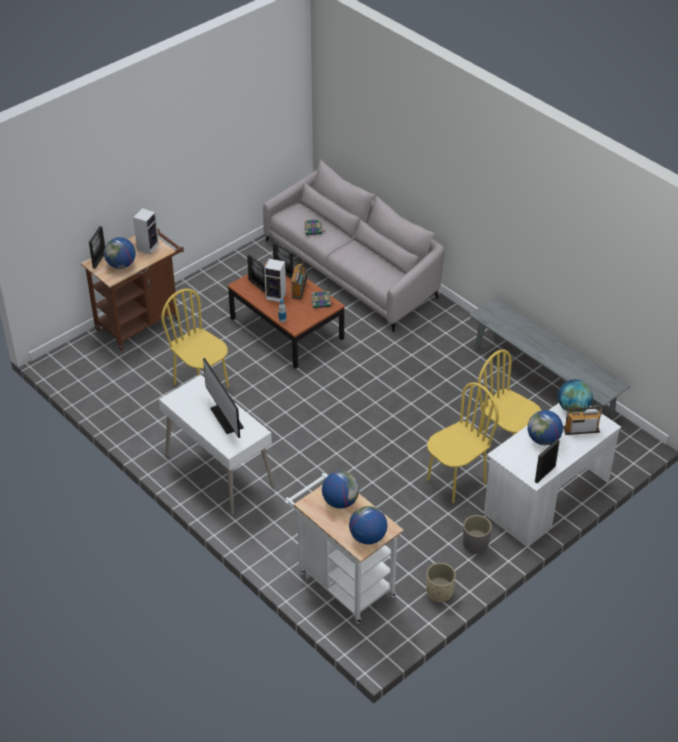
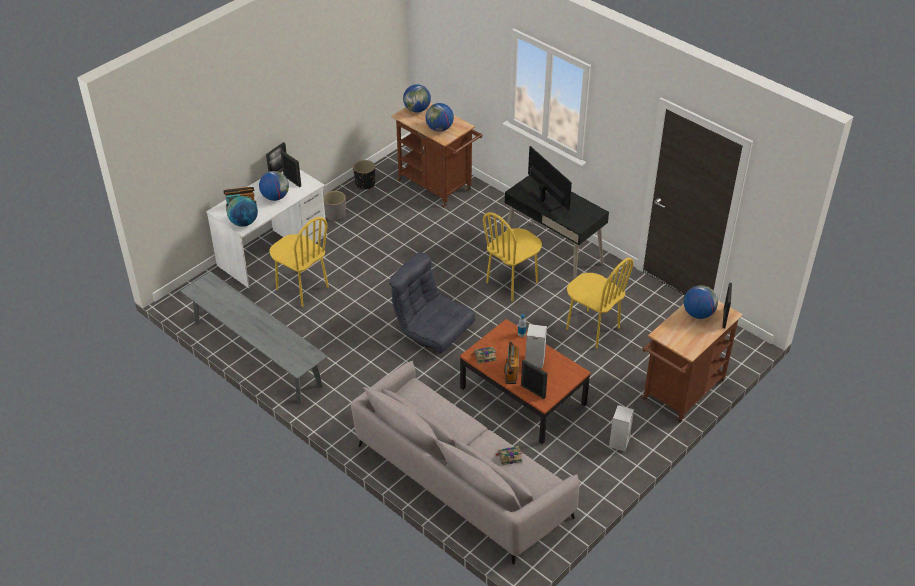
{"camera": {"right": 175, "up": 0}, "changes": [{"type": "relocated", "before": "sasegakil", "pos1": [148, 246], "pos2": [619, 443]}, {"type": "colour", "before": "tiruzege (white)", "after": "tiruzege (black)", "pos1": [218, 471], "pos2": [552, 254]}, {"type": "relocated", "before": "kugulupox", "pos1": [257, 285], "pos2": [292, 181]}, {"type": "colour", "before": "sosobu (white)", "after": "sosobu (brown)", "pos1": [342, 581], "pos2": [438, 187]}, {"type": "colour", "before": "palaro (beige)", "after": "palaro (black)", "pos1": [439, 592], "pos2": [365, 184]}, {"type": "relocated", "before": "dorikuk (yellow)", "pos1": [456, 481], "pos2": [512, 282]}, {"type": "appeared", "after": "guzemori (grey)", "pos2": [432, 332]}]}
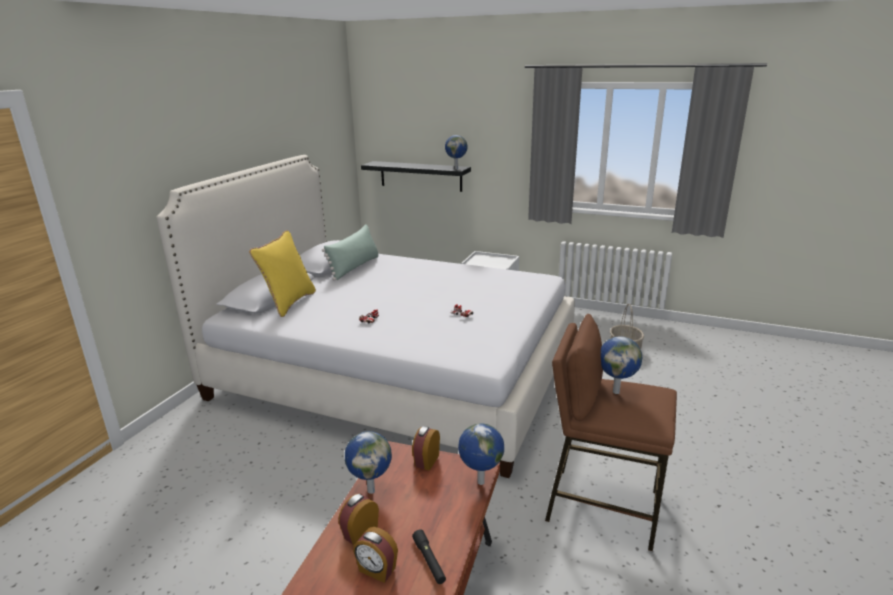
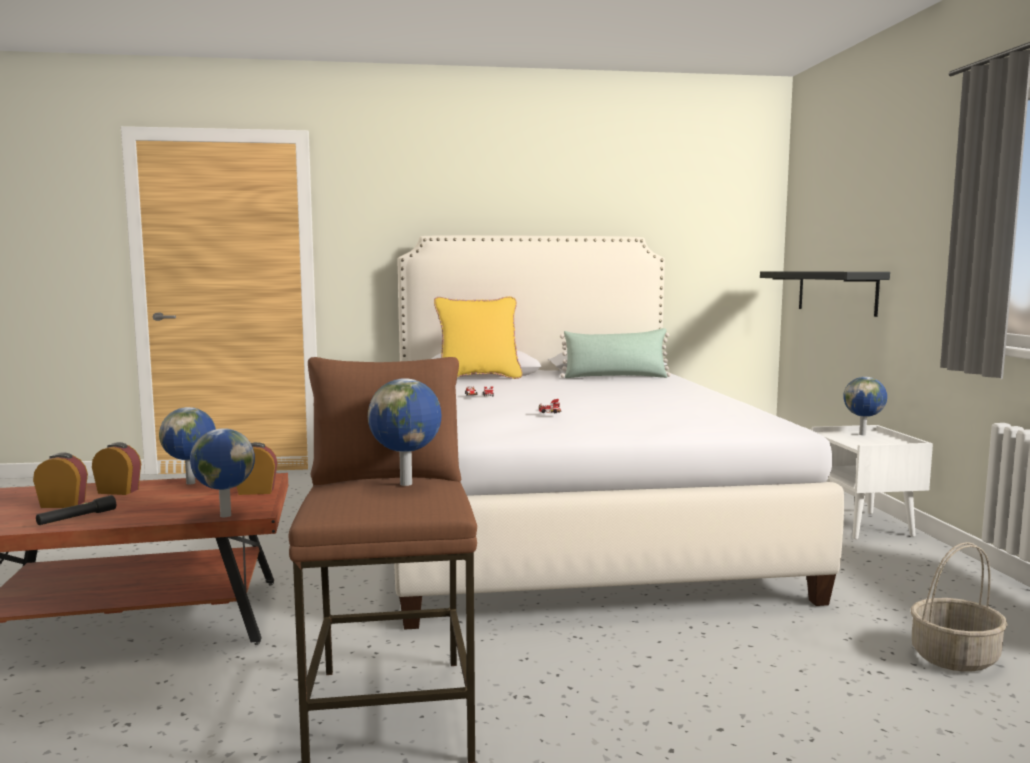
{"camera": {"right": 60, "up": -15}, "changes": [{"type": "spun", "before": "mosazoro", "pos1": [376, 570], "pos2": [63, 504], "turn": 90}, {"type": "relocated", "before": "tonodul", "pos1": [456, 168], "pos2": [863, 434]}]}
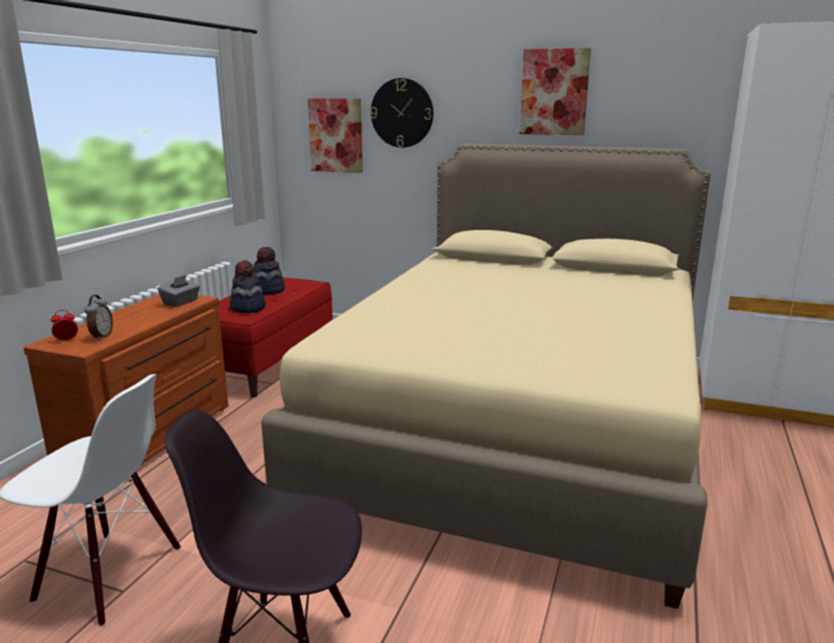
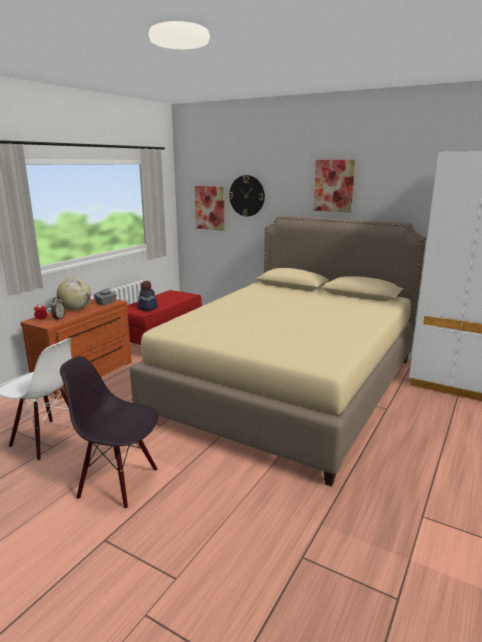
{"camera": {"right": 10, "up": 0}, "changes": [{"type": "missing", "before": "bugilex", "pos1": [267, 291]}, {"type": "appeared", "after": "tonodul", "pos2": [76, 309]}]}
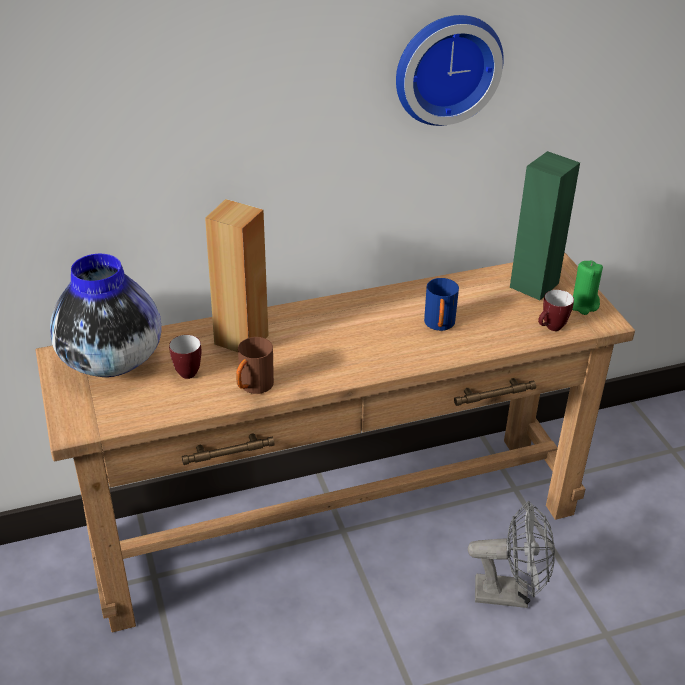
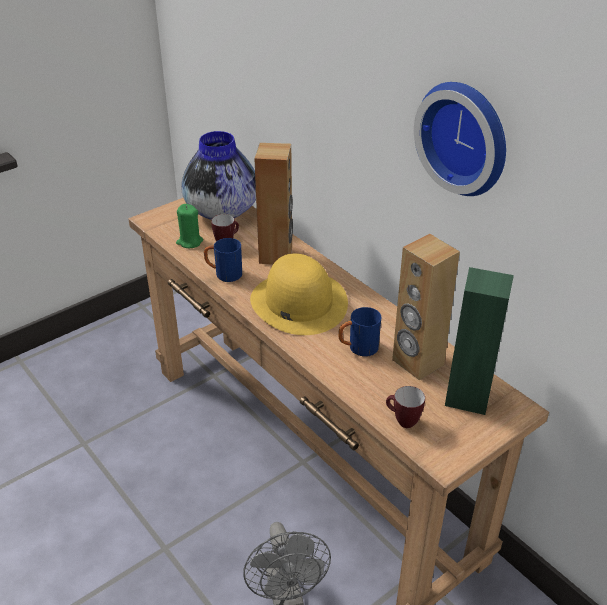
{"camera": {"right": 70, "up": 0}, "changes": [{"type": "colour", "before": "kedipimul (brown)", "after": "kedipimul (blue)", "pos1": [253, 388], "pos2": [224, 274]}, {"type": "relocated", "before": "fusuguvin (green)", "pos1": [583, 305], "pos2": [189, 242]}, {"type": "appeared", "after": "bugilex (yellow)", "pos2": [298, 302]}, {"type": "appeared", "after": "sasegakil (brown)", "pos2": [417, 363]}]}
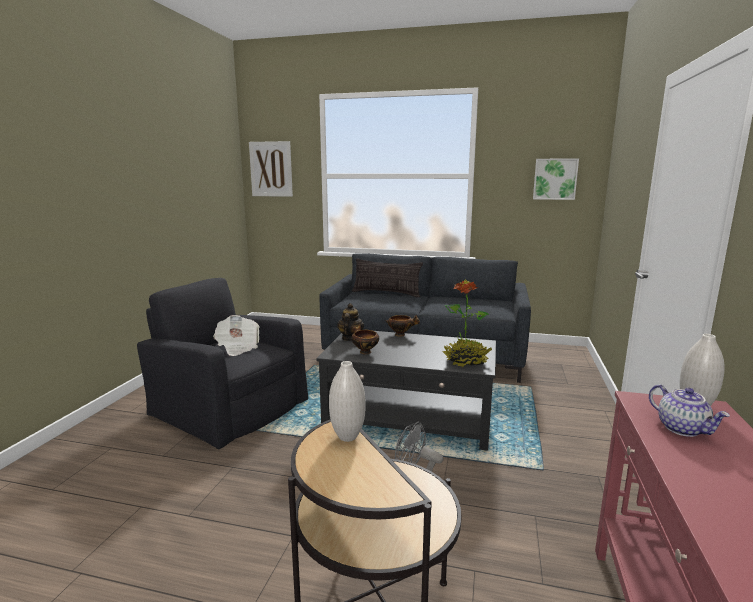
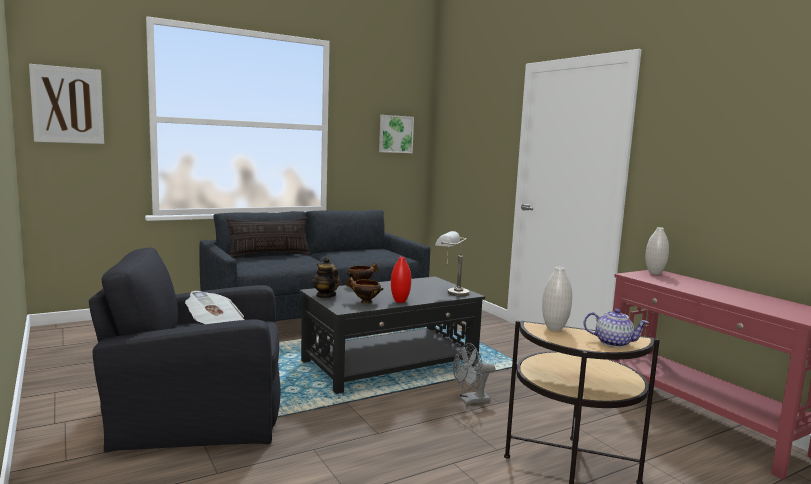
{"camera": {"right": -45, "up": -5}, "changes": [{"type": "exchanged", "before": "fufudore", "after": "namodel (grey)", "pos1": [466, 362], "pos2": [450, 292]}, {"type": "relocated", "before": "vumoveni", "pos1": [683, 429], "pos2": [613, 343]}, {"type": "appeared", "after": "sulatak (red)", "pos2": [400, 301]}]}
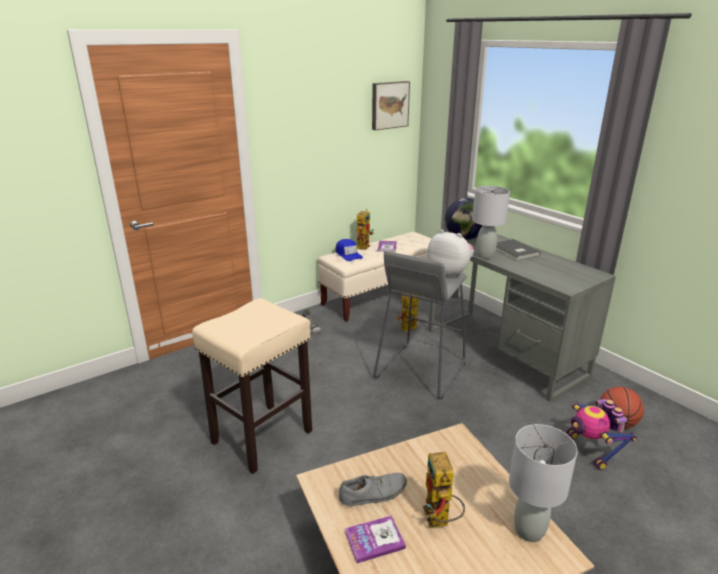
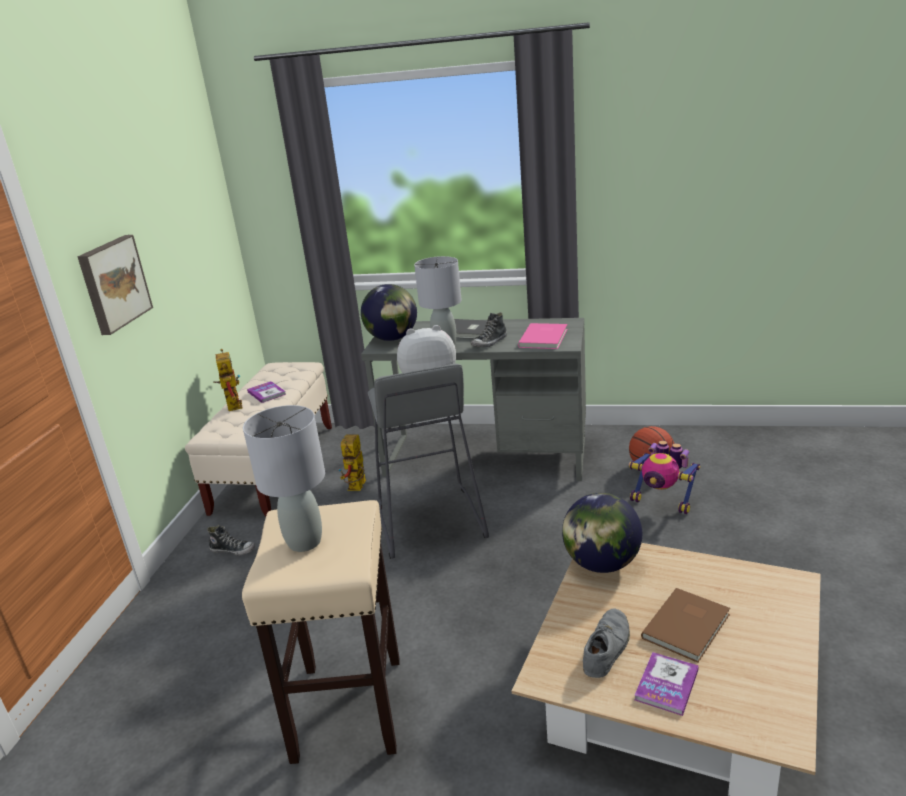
{"camera": {"right": -40, "up": 0}, "changes": [{"type": "missing", "before": "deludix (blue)", "pos1": [348, 254]}, {"type": "relocated", "before": "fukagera", "pos1": [389, 105], "pos2": [113, 283]}, {"type": "exchanged", "before": "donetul", "after": "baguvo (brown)", "pos1": [440, 521], "pos2": [688, 626]}, {"type": "relocated", "before": "namodel (grey)", "pos1": [528, 531], "pos2": [304, 542]}, {"type": "appeared", "after": "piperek", "pos2": [490, 342]}, {"type": "appeared", "after": "baguvo (pink)", "pos2": [545, 338]}, {"type": "appeared", "after": "tonodul", "pos2": [601, 564]}]}
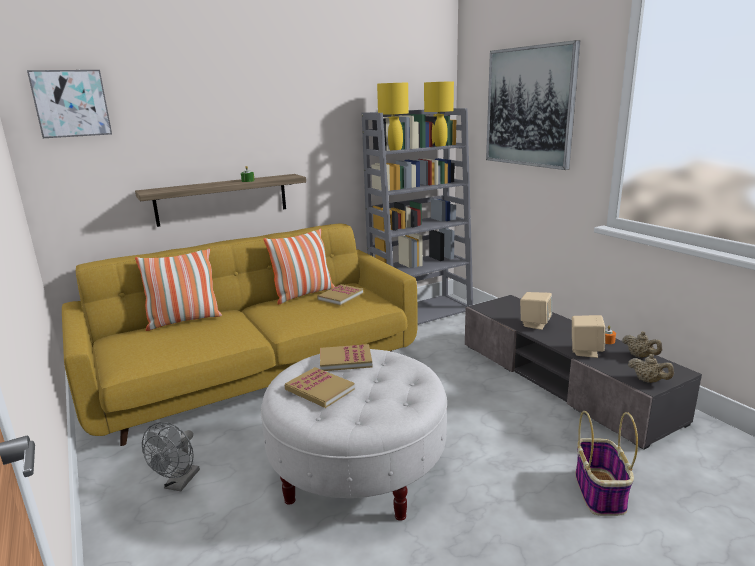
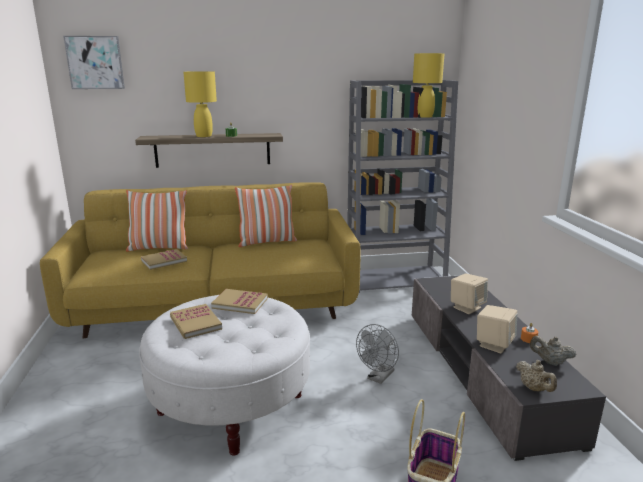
{"camera": {"right": 20, "up": 0}, "changes": [{"type": "relocated", "before": "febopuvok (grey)", "pos1": [179, 483], "pos2": [378, 377]}, {"type": "relocated", "before": "baguvo", "pos1": [340, 296], "pos2": [164, 261]}, {"type": "relocated", "before": "namodel (yellow)", "pos1": [394, 149], "pos2": [204, 136]}, {"type": "missing", "before": "fukagera", "pos1": [529, 107]}, {"type": "spun", "before": "vumoveni (beige)", "pos1": [640, 356], "pos2": [550, 362], "turn": 135}]}
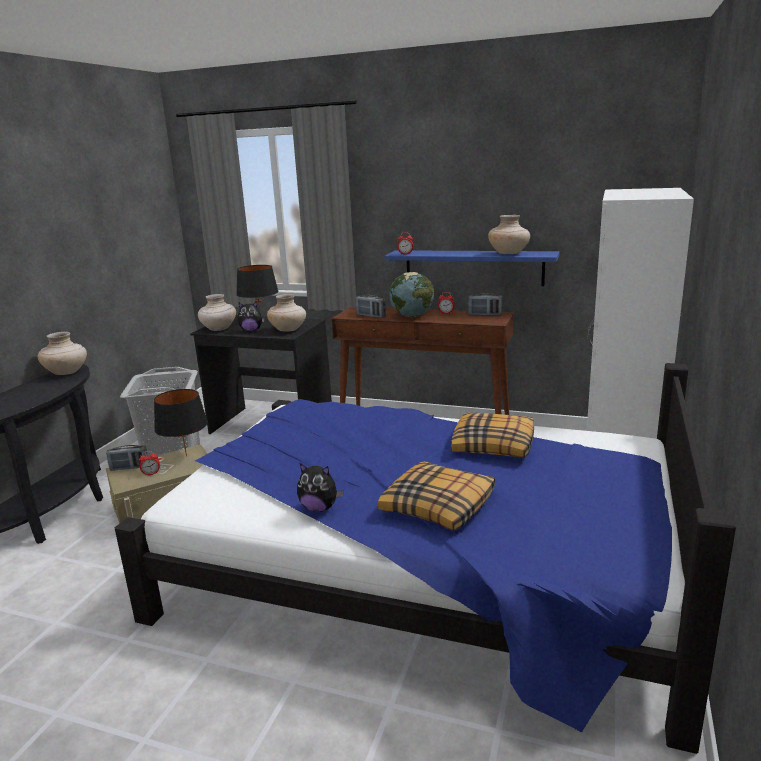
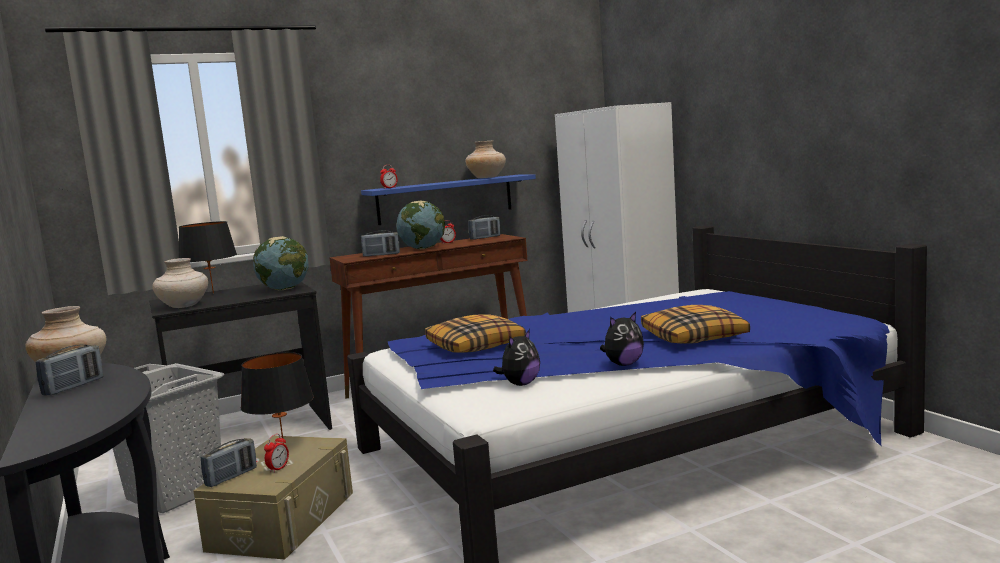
{"camera": {"right": -45, "up": -10}, "changes": [{"type": "relocated", "before": "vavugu", "pos1": [251, 330], "pos2": [520, 384]}, {"type": "exchanged", "before": "sulatak (beige)", "after": "tonodul", "pos1": [288, 330], "pos2": [284, 289]}, {"type": "relocated", "before": "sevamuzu", "pos1": [494, 445], "pos2": [476, 346]}, {"type": "appeared", "after": "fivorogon", "pos2": [73, 387]}]}
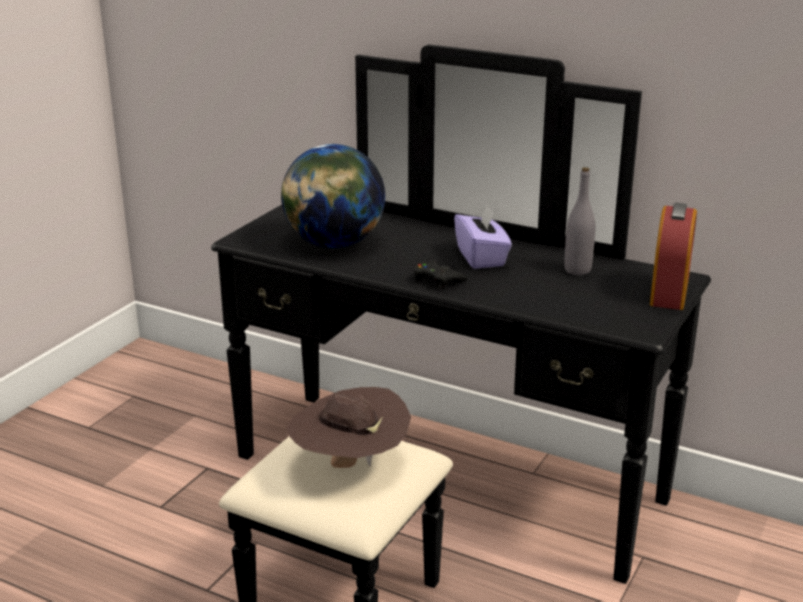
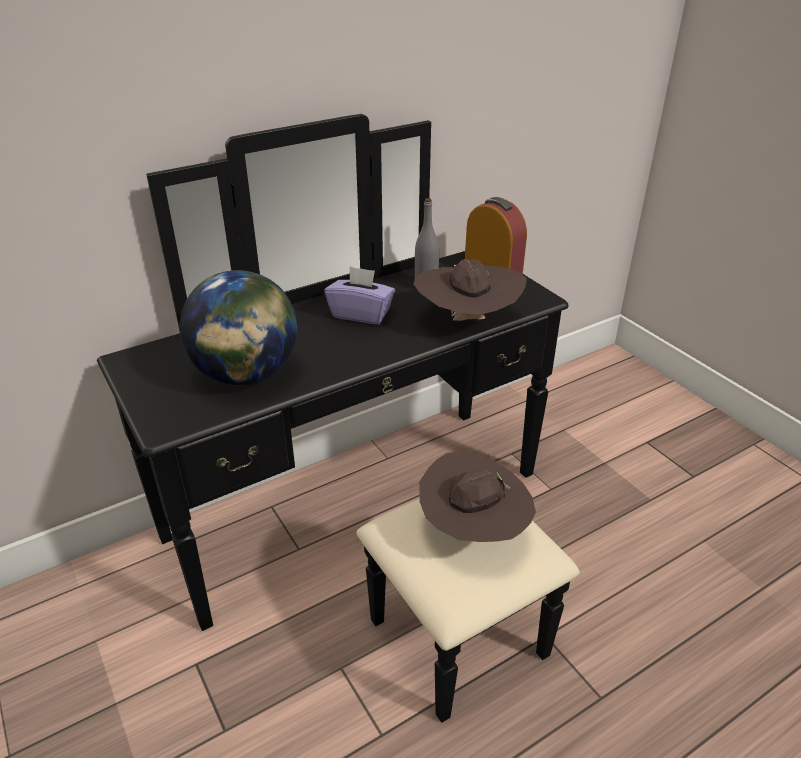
{"camera": {"right": -60, "up": 10}, "changes": [{"type": "missing", "before": "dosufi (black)", "pos1": [437, 280]}, {"type": "appeared", "after": "bugilex (brown)", "pos2": [467, 322]}]}
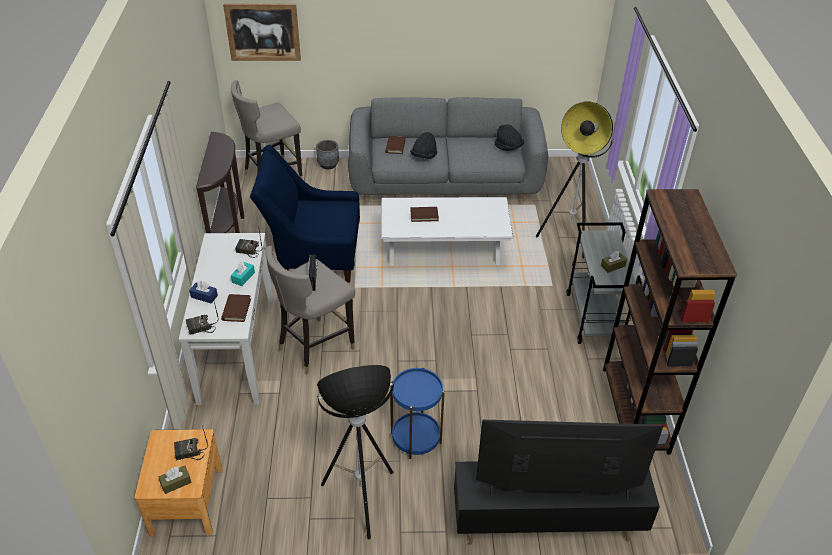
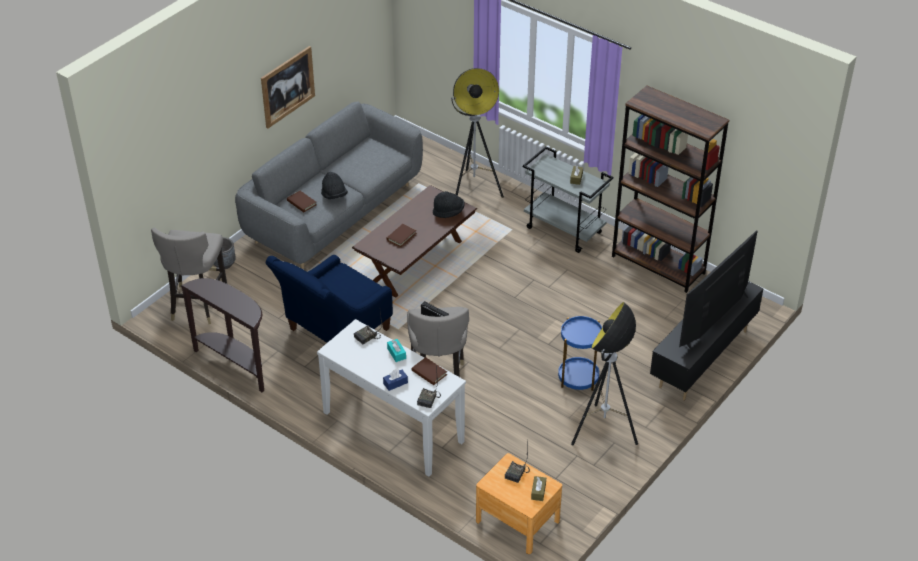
{"camera": {"right": -50, "up": 0}, "changes": [{"type": "relocated", "before": "fukagera", "pos1": [263, 32], "pos2": [287, 86]}, {"type": "colour", "before": "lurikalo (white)", "after": "lurikalo (brown)", "pos1": [444, 253], "pos2": [416, 262]}, {"type": "relocated", "before": "bugilex (black)", "pos1": [508, 147], "pos2": [448, 212]}]}
